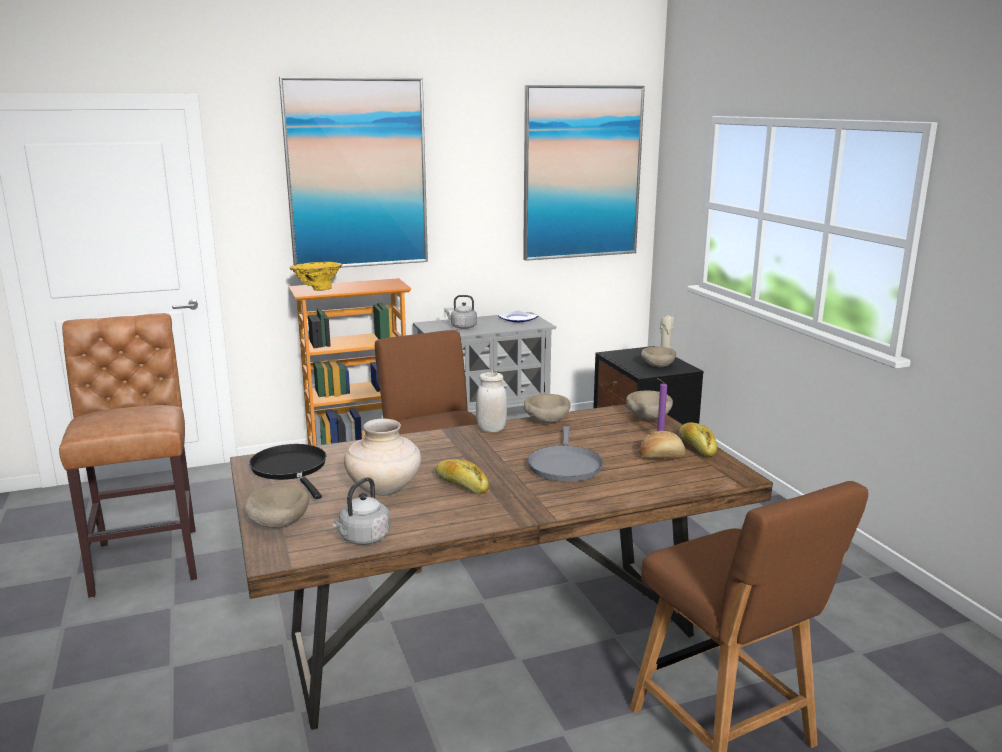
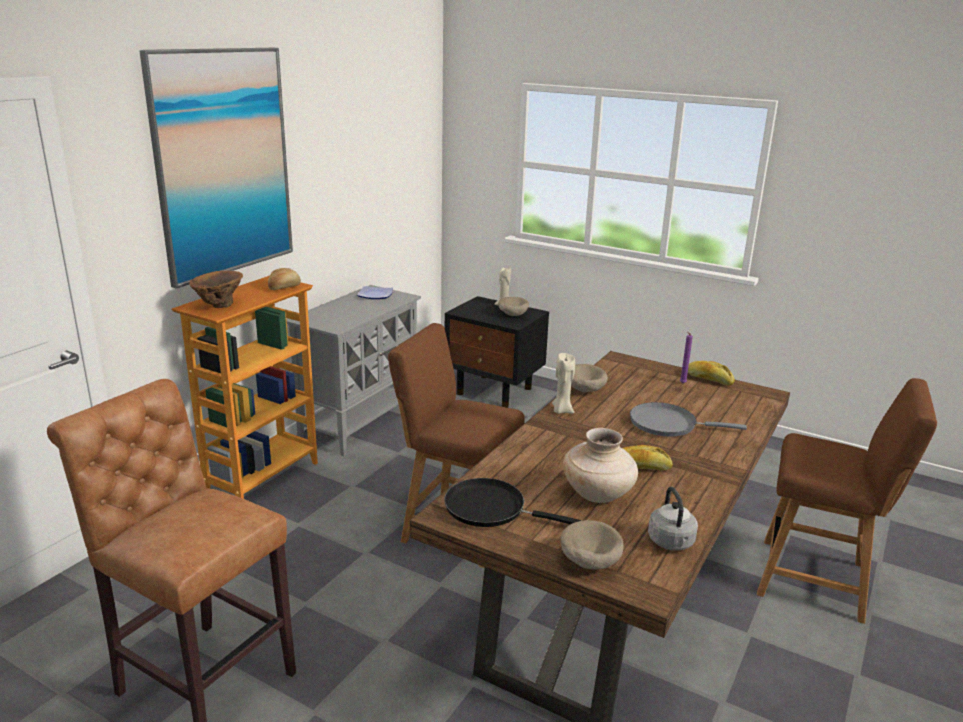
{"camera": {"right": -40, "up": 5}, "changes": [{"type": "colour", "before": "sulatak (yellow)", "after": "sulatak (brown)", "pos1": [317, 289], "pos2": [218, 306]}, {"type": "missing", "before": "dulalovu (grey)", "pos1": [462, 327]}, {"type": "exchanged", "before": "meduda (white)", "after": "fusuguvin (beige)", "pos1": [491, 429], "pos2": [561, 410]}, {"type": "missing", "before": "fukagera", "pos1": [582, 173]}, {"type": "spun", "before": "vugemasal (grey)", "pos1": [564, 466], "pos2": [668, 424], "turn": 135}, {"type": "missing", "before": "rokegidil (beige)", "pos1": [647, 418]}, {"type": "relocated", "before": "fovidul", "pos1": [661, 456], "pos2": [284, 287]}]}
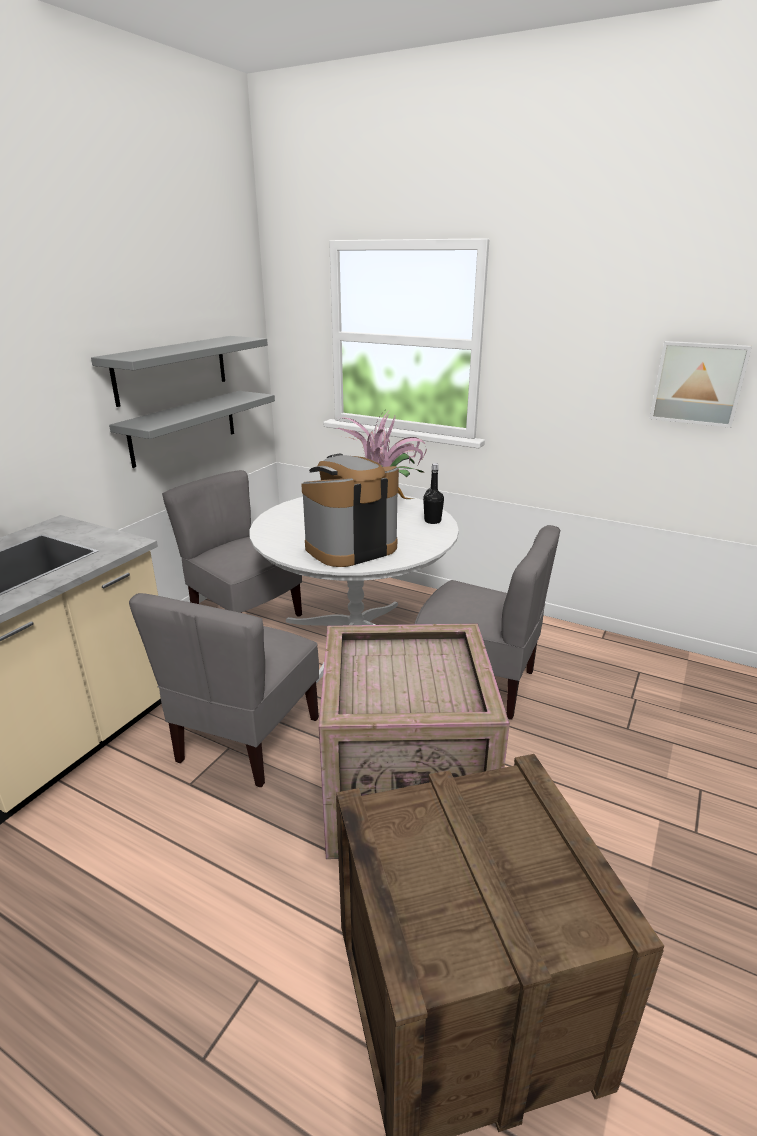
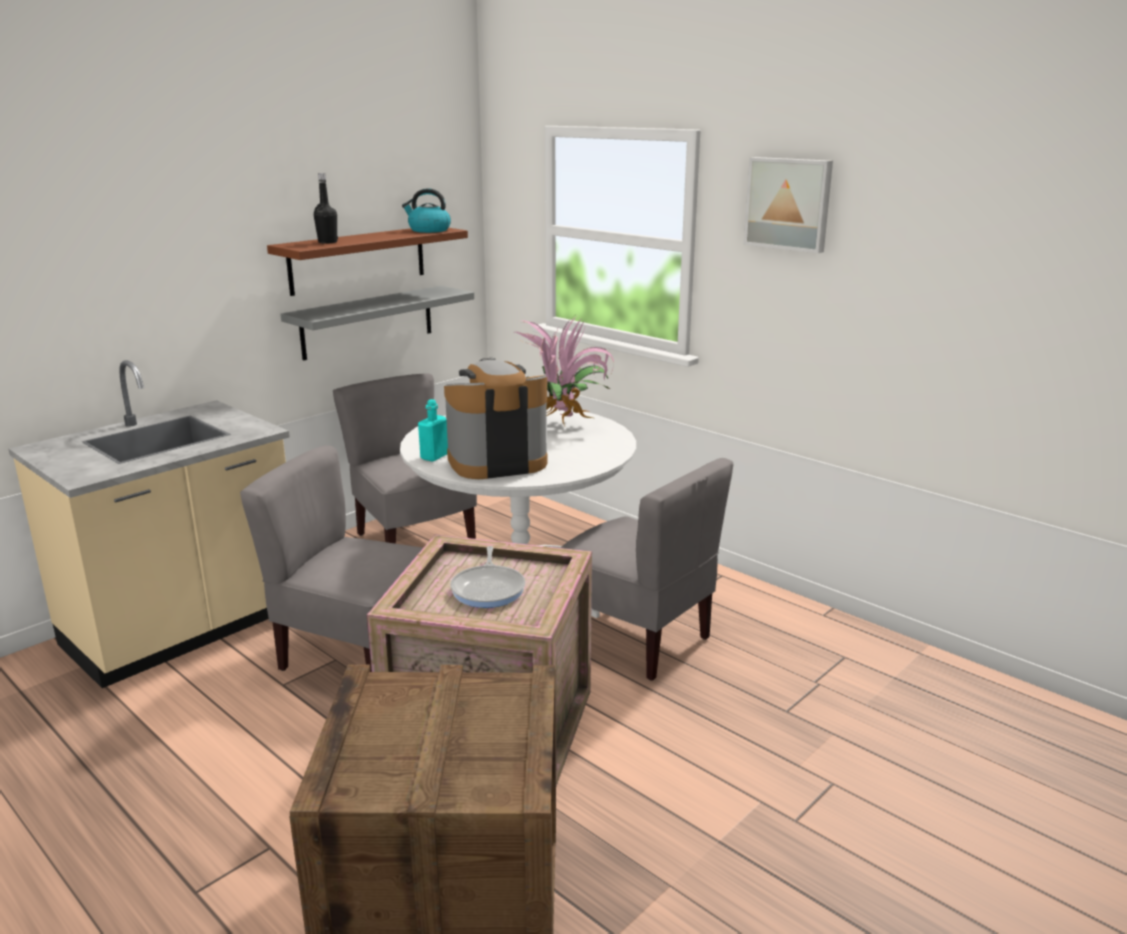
{"camera": {"right": 15, "up": -5}, "changes": [{"type": "colour", "before": "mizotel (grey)", "after": "mizotel (brown)", "pos1": [171, 369], "pos2": [358, 259]}, {"type": "spun", "before": "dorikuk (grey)", "pos1": [247, 739], "pos2": [356, 655], "turn": 75}, {"type": "relocated", "before": "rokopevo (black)", "pos1": [432, 521], "pos2": [327, 242]}, {"type": "relocated", "before": "fukagera", "pos1": [698, 383], "pos2": [789, 204]}, {"type": "appeared", "after": "dulalovu", "pos2": [428, 230]}, {"type": "appeared", "after": "rokopevo (turquoise)", "pos2": [434, 456]}, {"type": "appeared", "after": "vugemasal", "pos2": [489, 589]}]}
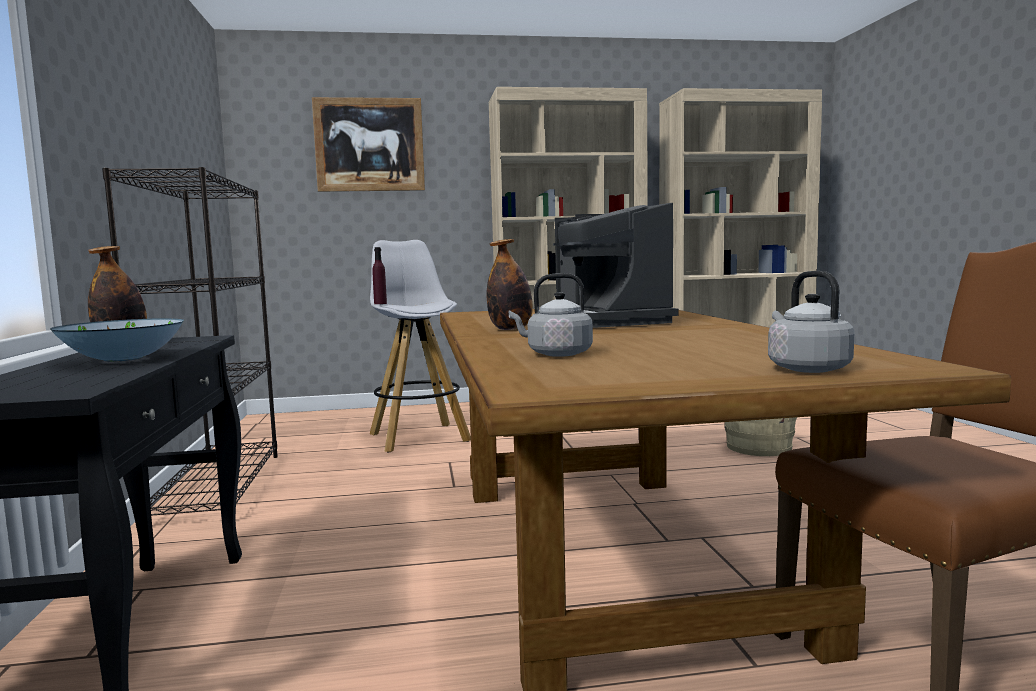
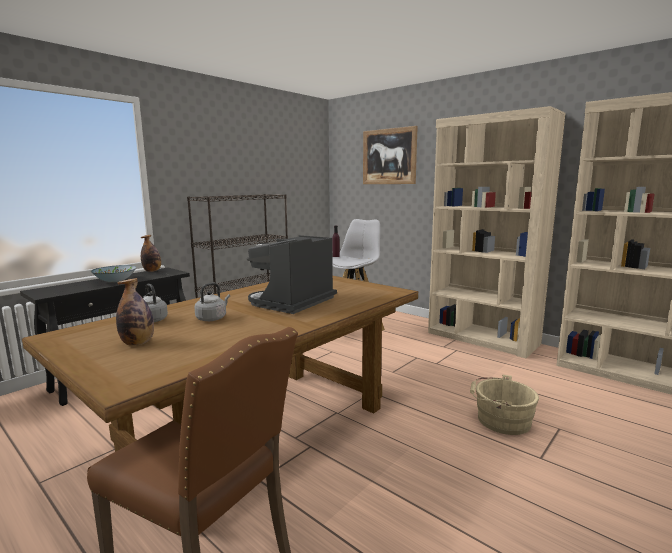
{"camera": {"right": 50, "up": 5}, "changes": [{"type": "relocated", "before": "rokopevo", "pos1": [511, 329], "pos2": [138, 343]}, {"type": "relocated", "before": "dulalovu (grey)", "pos1": [805, 368], "pos2": [212, 318]}]}
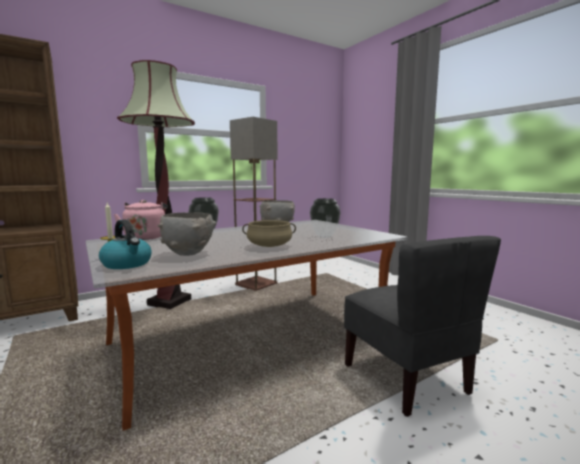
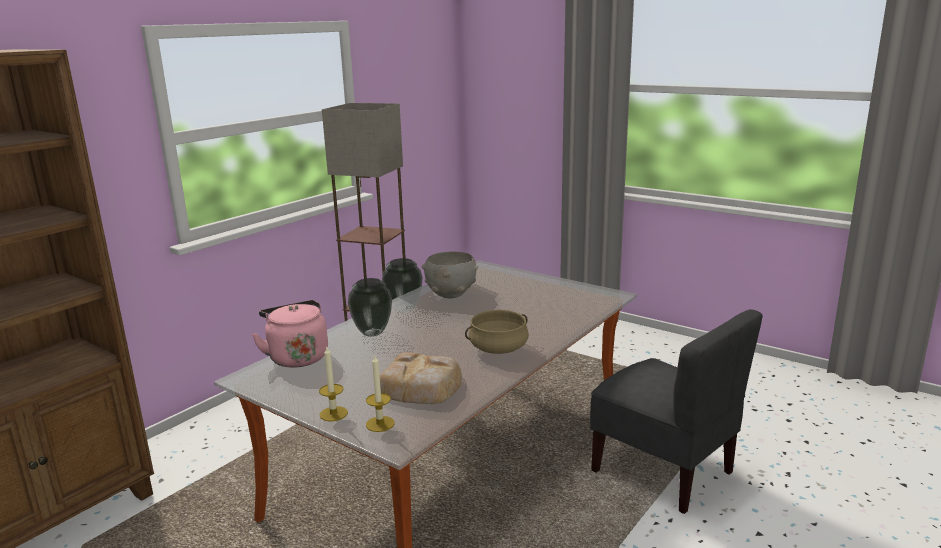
{"camera": {"right": -20, "up": 10}, "changes": [{"type": "exchanged", "before": "dulalovu", "after": "fusuguvin", "pos1": [127, 264], "pos2": [380, 424]}, {"type": "missing", "before": "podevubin", "pos1": [169, 302]}, {"type": "exchanged", "before": "rokegidil (grey)", "after": "fovidul", "pos1": [188, 253], "pos2": [421, 386]}, {"type": "relocated", "before": "sulatak", "pos1": [324, 237], "pos2": [404, 309]}]}
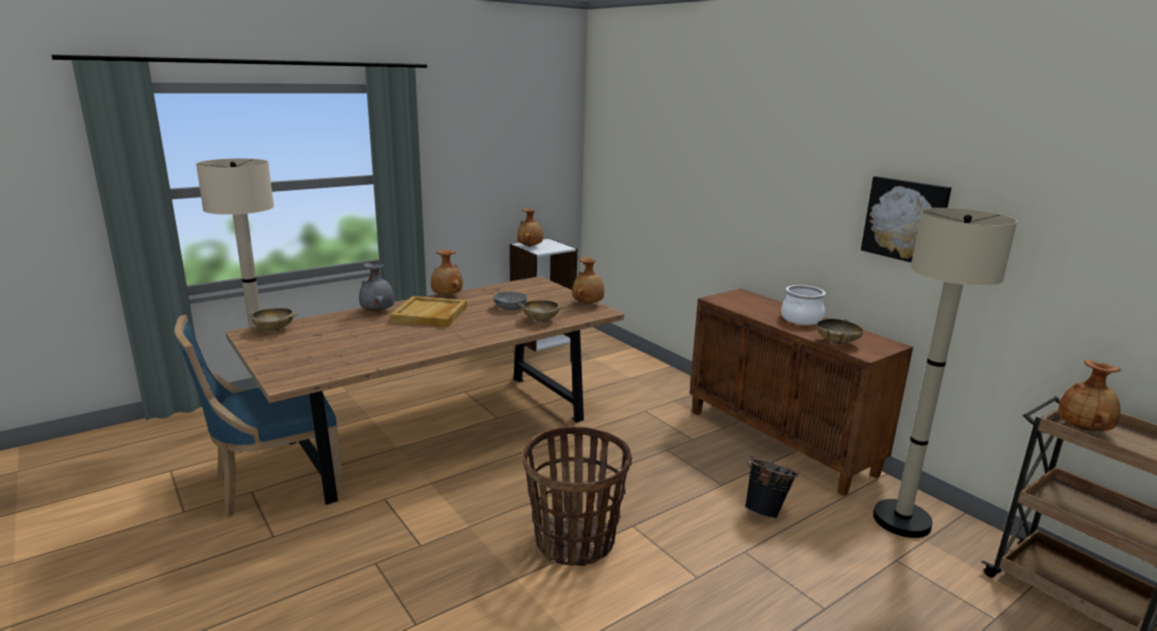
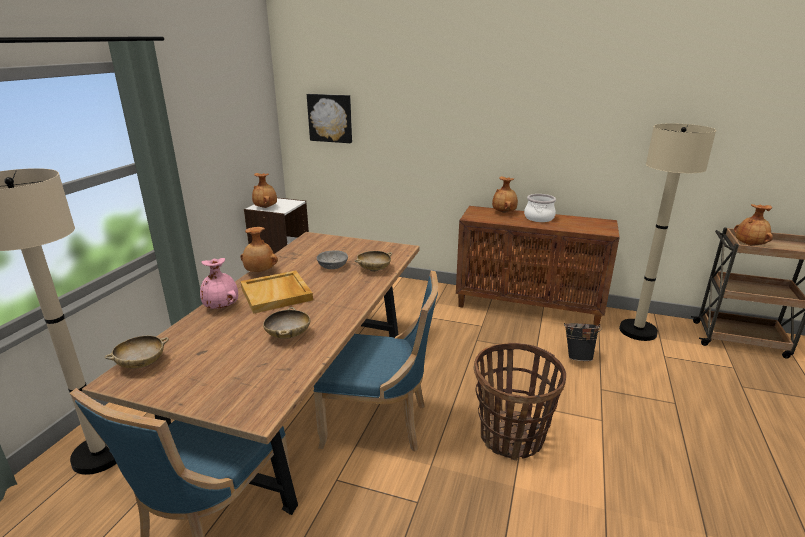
{"camera": {"right": -35, "up": 5}, "changes": [{"type": "colour", "before": "sulatak (grey)", "after": "sulatak (pink)", "pos1": [378, 311], "pos2": [222, 307]}, {"type": "relocated", "before": "sulatak (brown)", "pos1": [588, 304], "pos2": [504, 212]}, {"type": "relocated", "before": "rokegidil (beige)", "pos1": [837, 342], "pos2": [288, 335]}, {"type": "relocated", "before": "fukagera", "pos1": [905, 220], "pos2": [330, 118]}, {"type": "appeared", "after": "dorikuk (blue)", "pos2": [379, 423]}]}
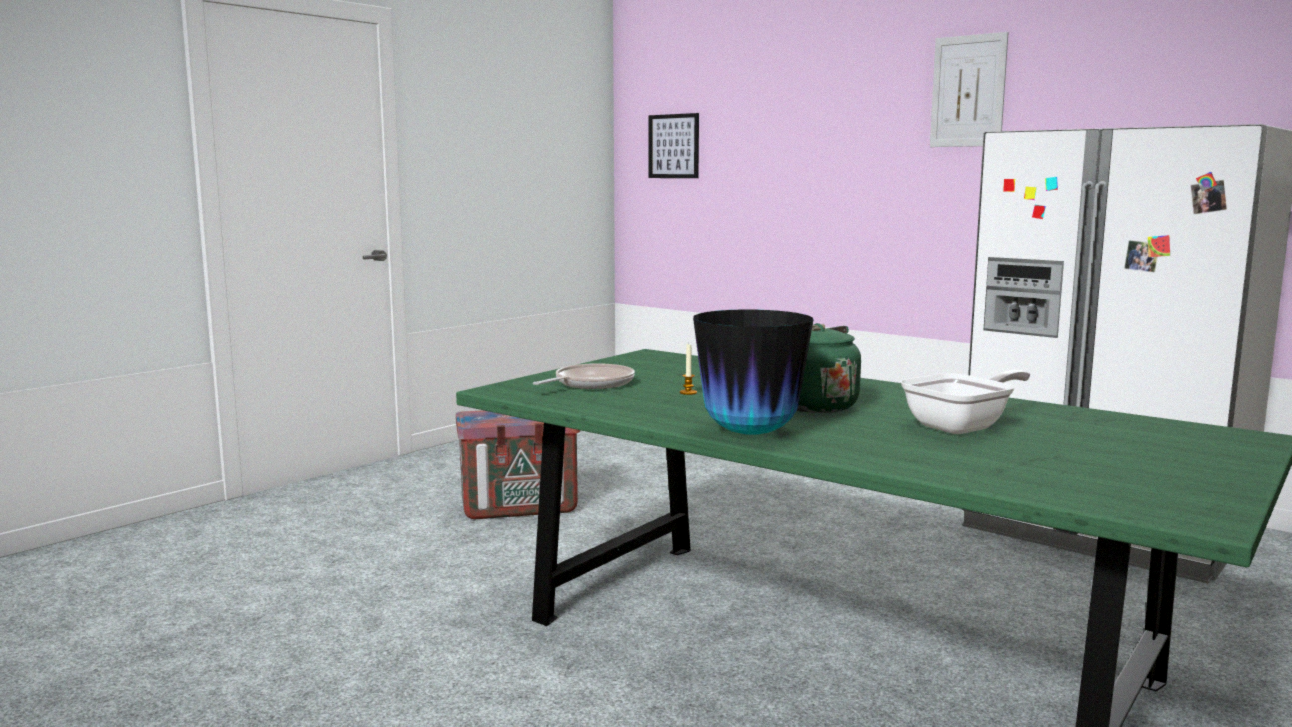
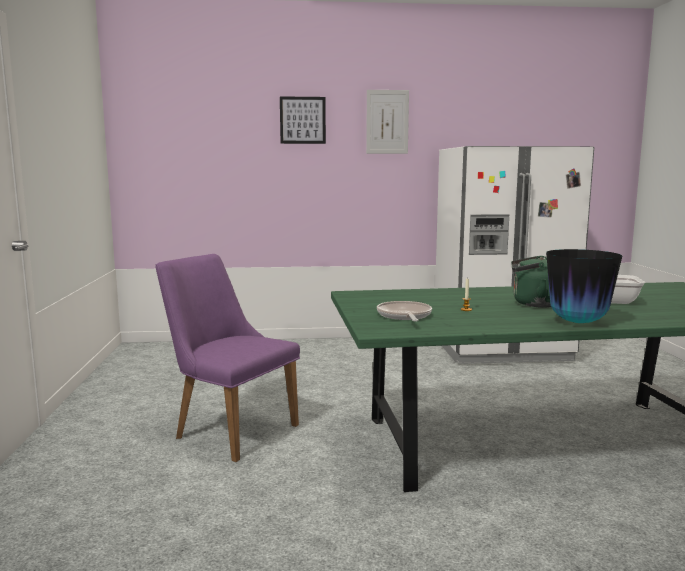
{"camera": {"right": -45, "up": 0}, "changes": [{"type": "exchanged", "before": "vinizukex", "after": "dorikuk (purple)", "pos1": [520, 506], "pos2": [228, 429]}, {"type": "relocated", "before": "fukagera", "pos1": [673, 146], "pos2": [302, 120]}]}
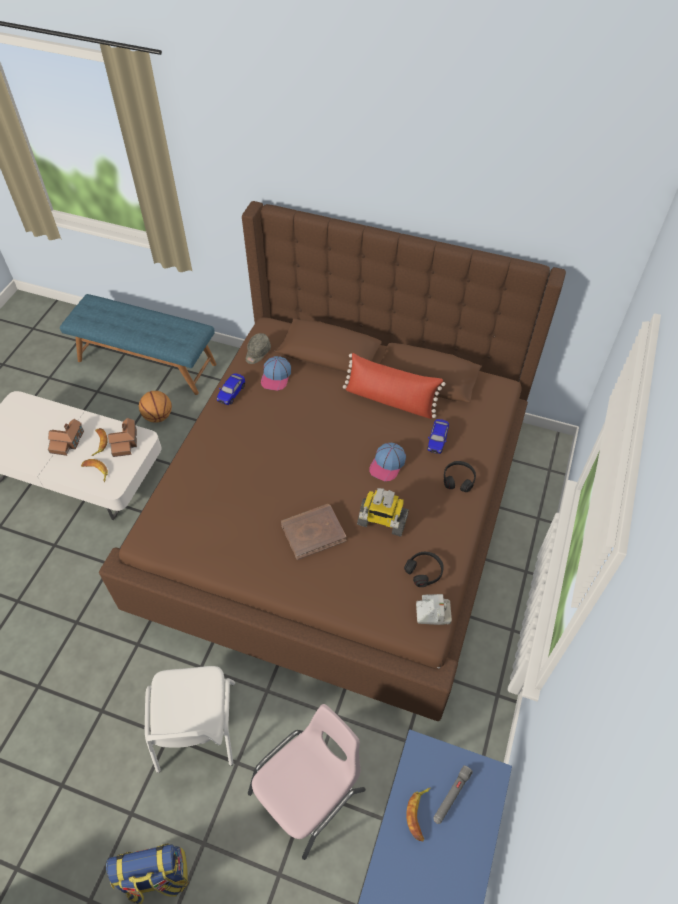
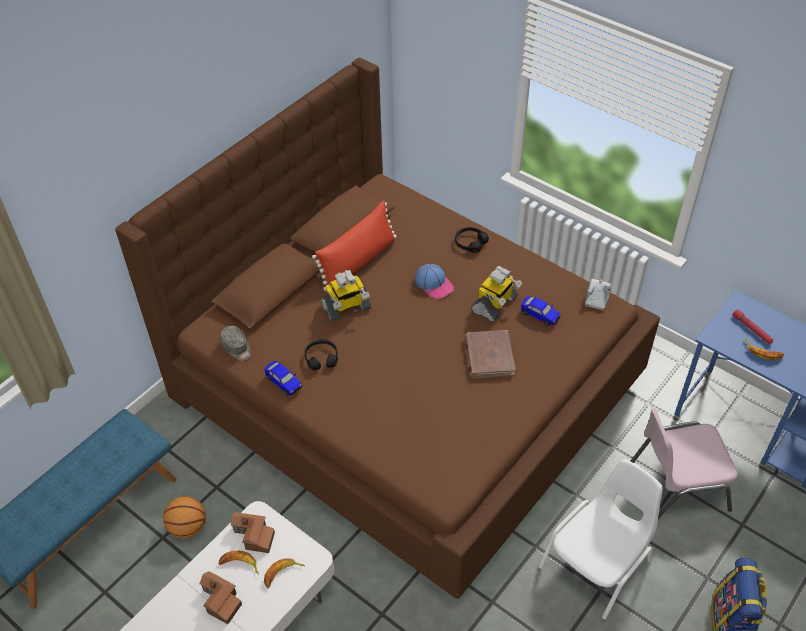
{"camera": {"right": -70, "up": -5}, "changes": [{"type": "spun", "before": "dorikuk (white)", "pos1": [195, 728], "pos2": [597, 564], "turn": -60}, {"type": "spun", "before": "dorikuk (pink)", "pos1": [309, 791], "pos2": [677, 484], "turn": -75}, {"type": "missing", "before": "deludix", "pos1": [276, 376]}, {"type": "relocated", "before": "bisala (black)", "pos1": [424, 571], "pos2": [321, 358]}, {"type": "relocated", "before": "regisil", "pos1": [437, 441], "pos2": [539, 315]}, {"type": "colour", "before": "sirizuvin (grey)", "after": "sirizuvin (red)", "pos1": [451, 796], "pos2": [752, 329]}, {"type": "appeared", "after": "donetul", "pos2": [346, 308]}]}
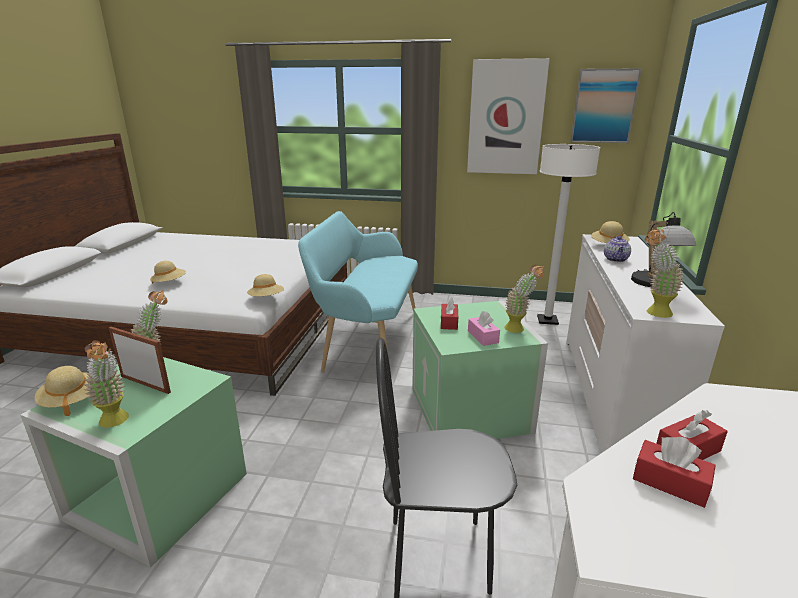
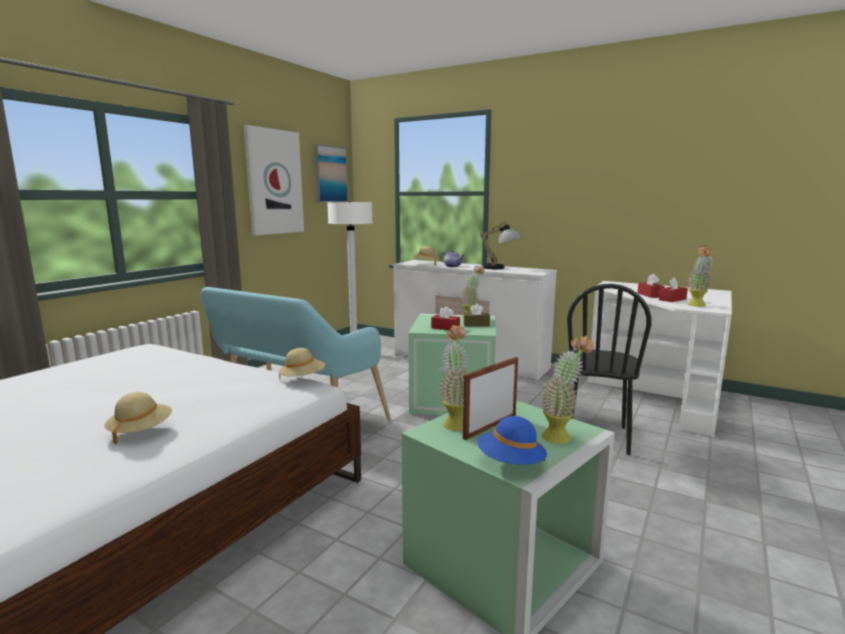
{"camera": {"right": -70, "up": -10}, "changes": [{"type": "colour", "before": "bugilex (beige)", "after": "bugilex (blue)", "pos1": [71, 401], "pos2": [510, 463]}, {"type": "colour", "before": "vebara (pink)", "after": "vebara (brown)", "pos1": [483, 337], "pos2": [476, 324]}, {"type": "relocated", "before": "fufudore", "pos1": [652, 313], "pos2": [697, 306]}]}
